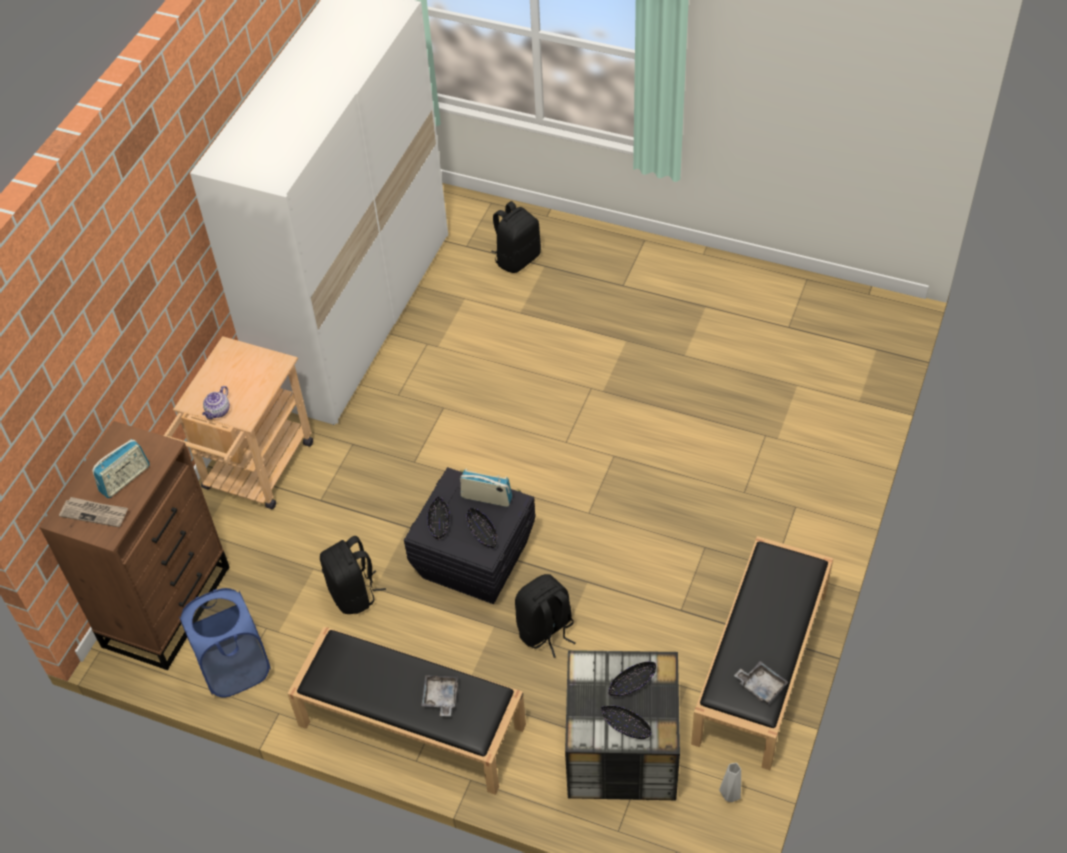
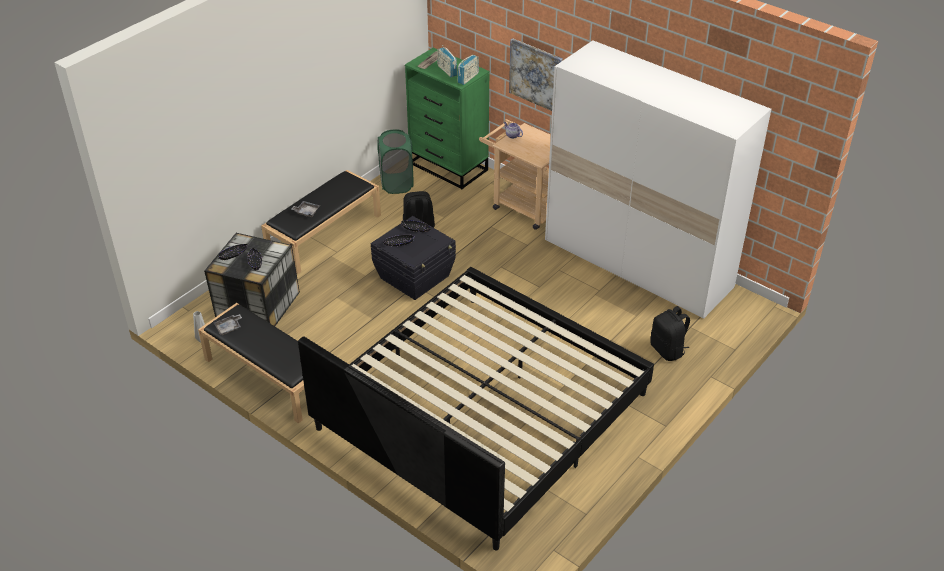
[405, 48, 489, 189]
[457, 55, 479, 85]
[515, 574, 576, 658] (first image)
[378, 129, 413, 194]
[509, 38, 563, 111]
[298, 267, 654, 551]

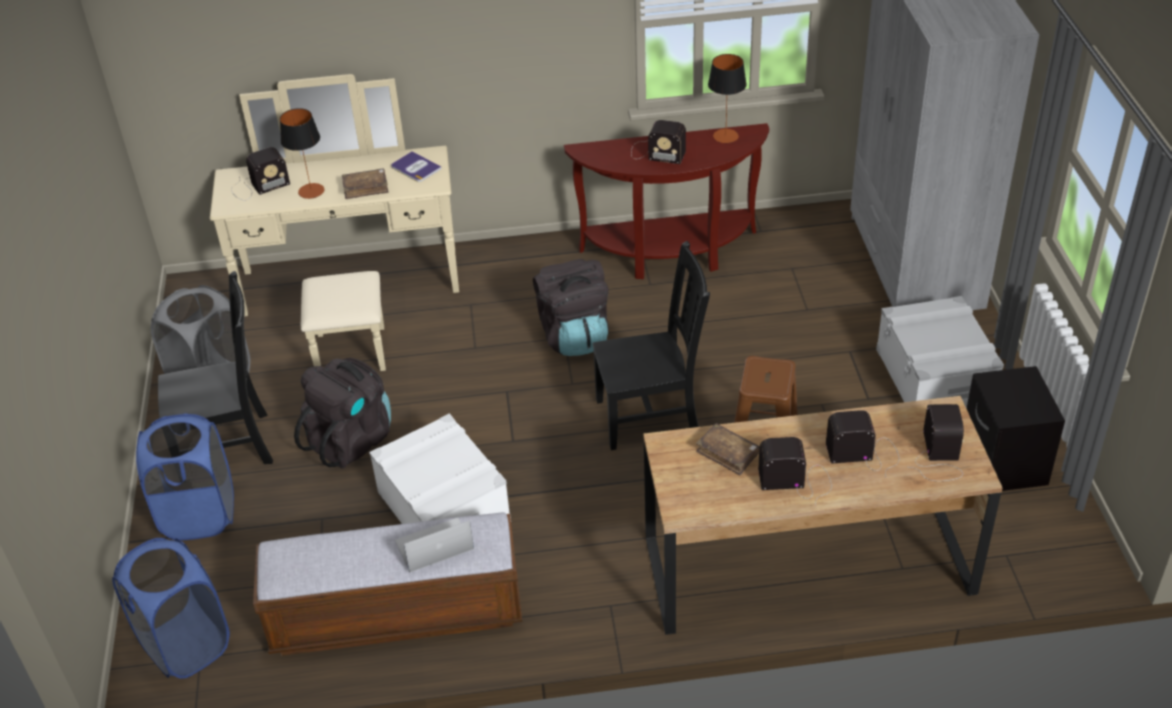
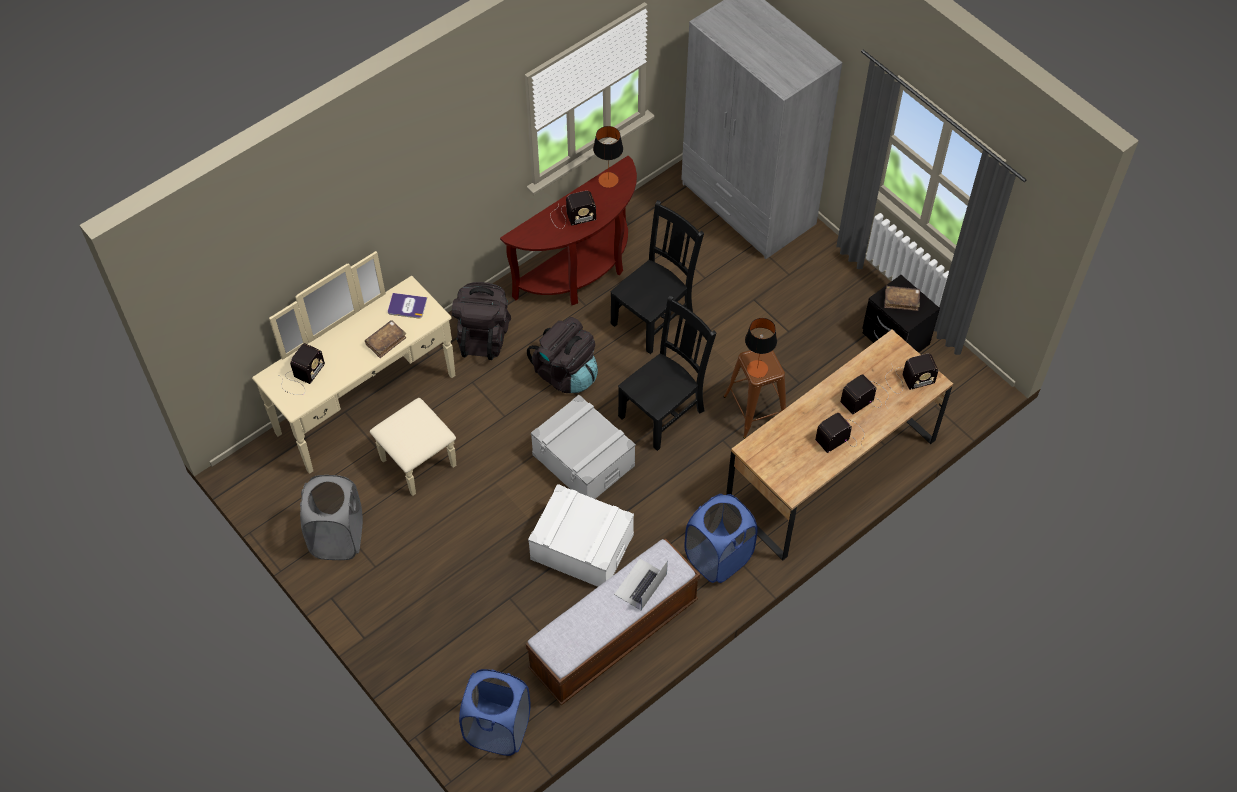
[745, 318, 777, 378]
[610, 200, 704, 354]
[531, 395, 636, 499]
[452, 282, 511, 360]
[885, 354, 939, 394]
[684, 494, 758, 583]
[884, 286, 920, 311]

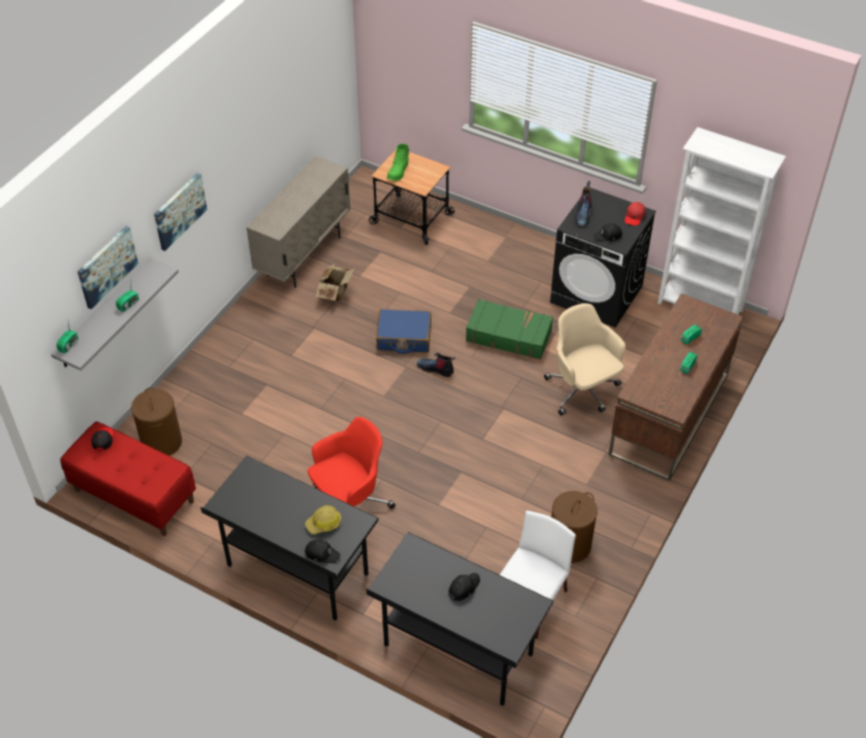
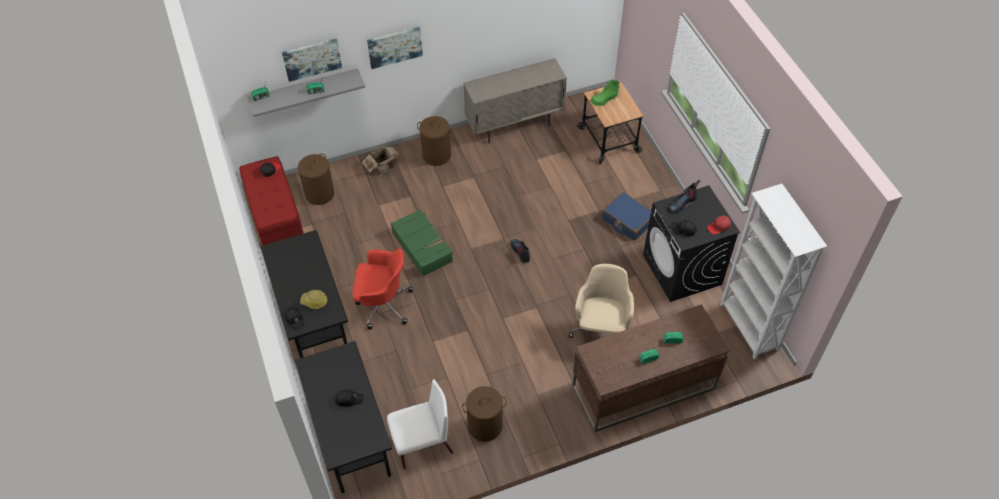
[362, 147, 401, 175]
[391, 209, 453, 277]
[602, 192, 651, 241]
[417, 116, 452, 166]

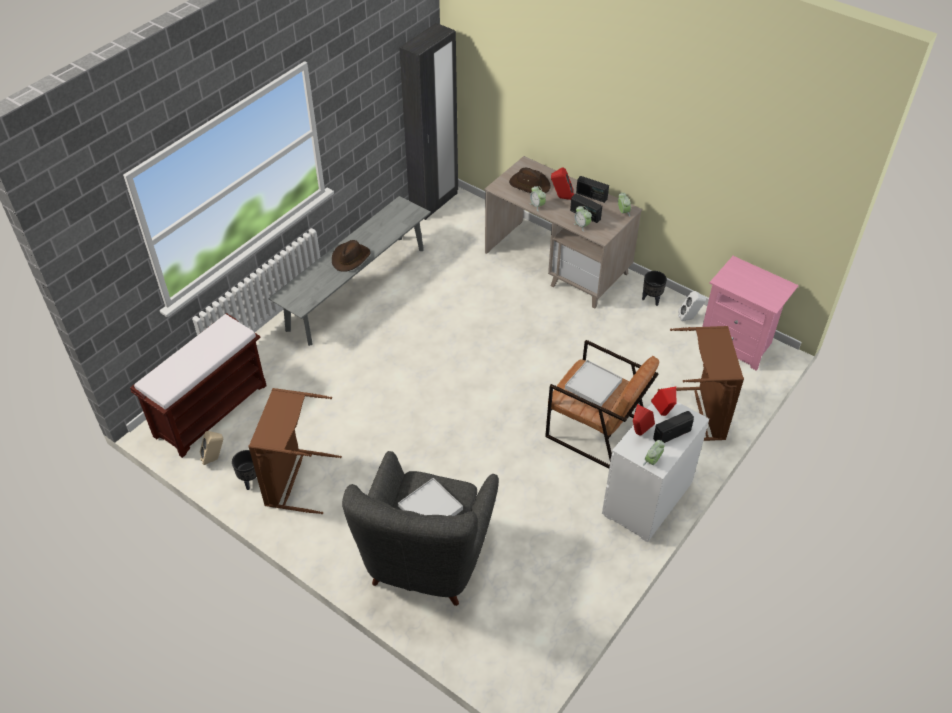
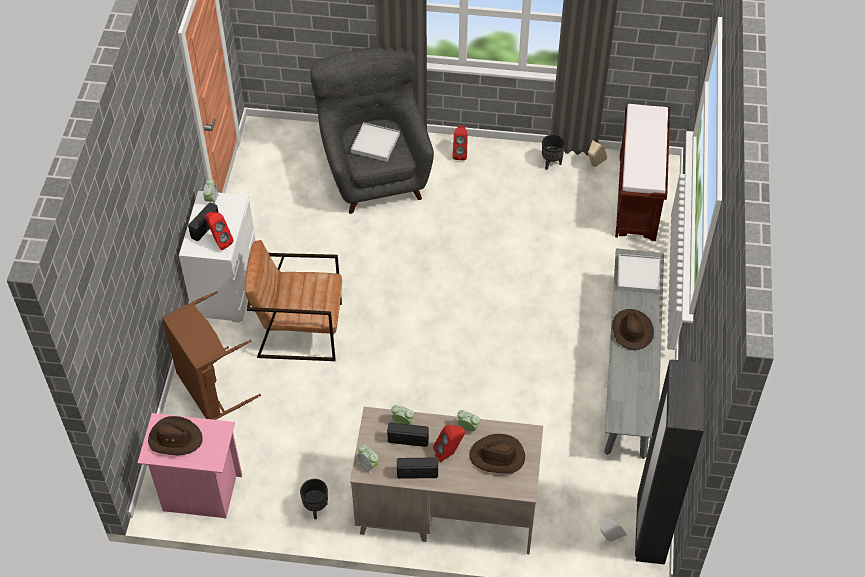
[600, 514, 627, 542]
[617, 254, 660, 294]
[249, 388, 342, 514] (first image)
[452, 125, 468, 160]
[148, 416, 203, 455]

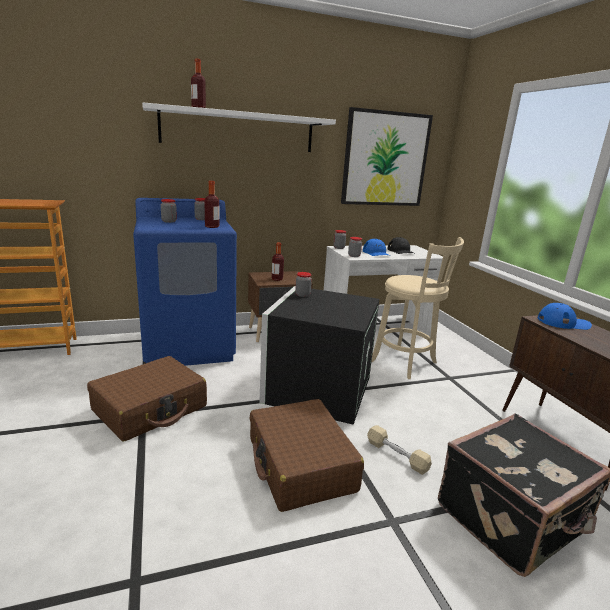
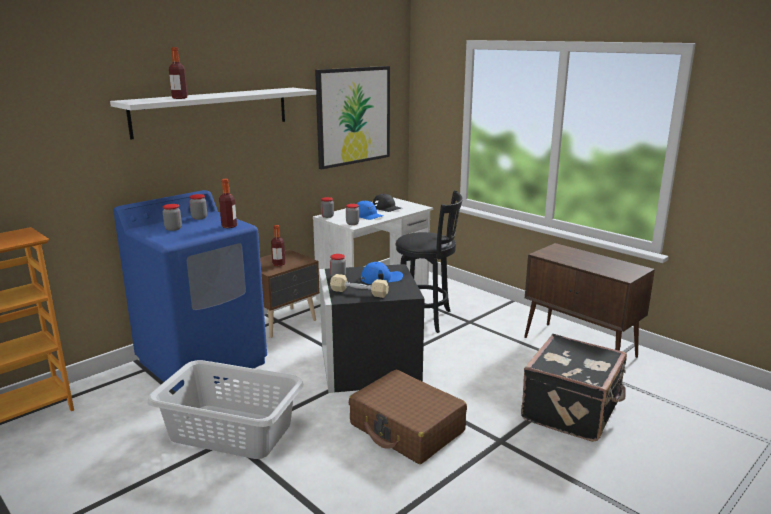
[396, 190, 463, 333]
[361, 262, 403, 284]
[148, 360, 304, 459]
[330, 274, 389, 298]

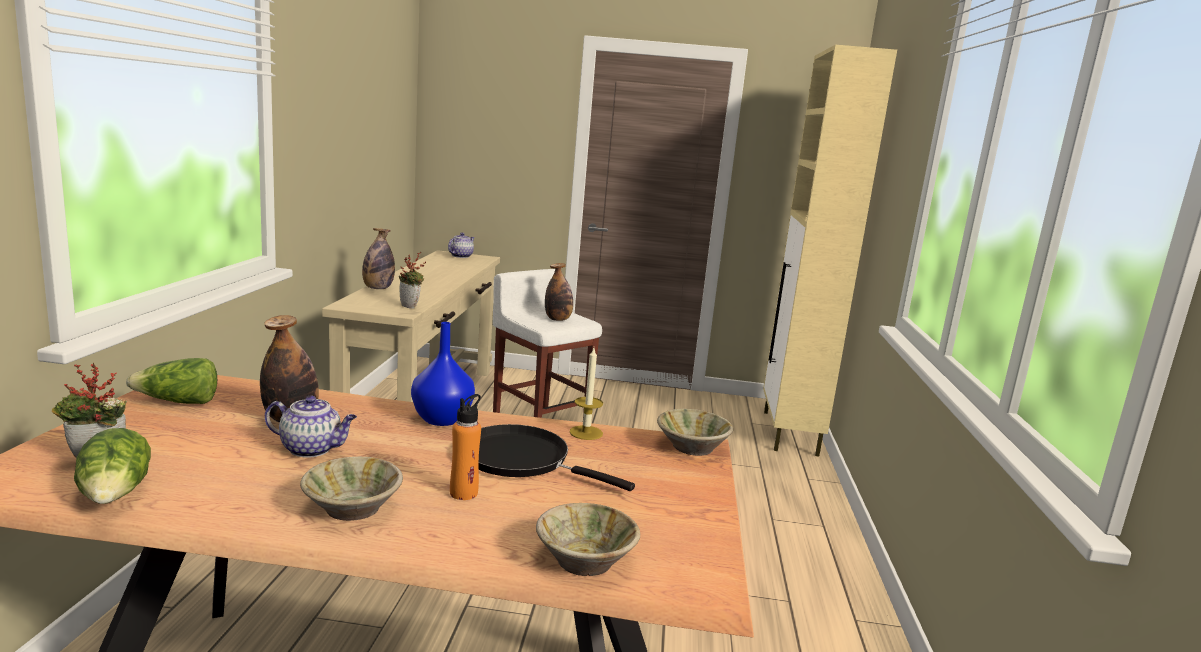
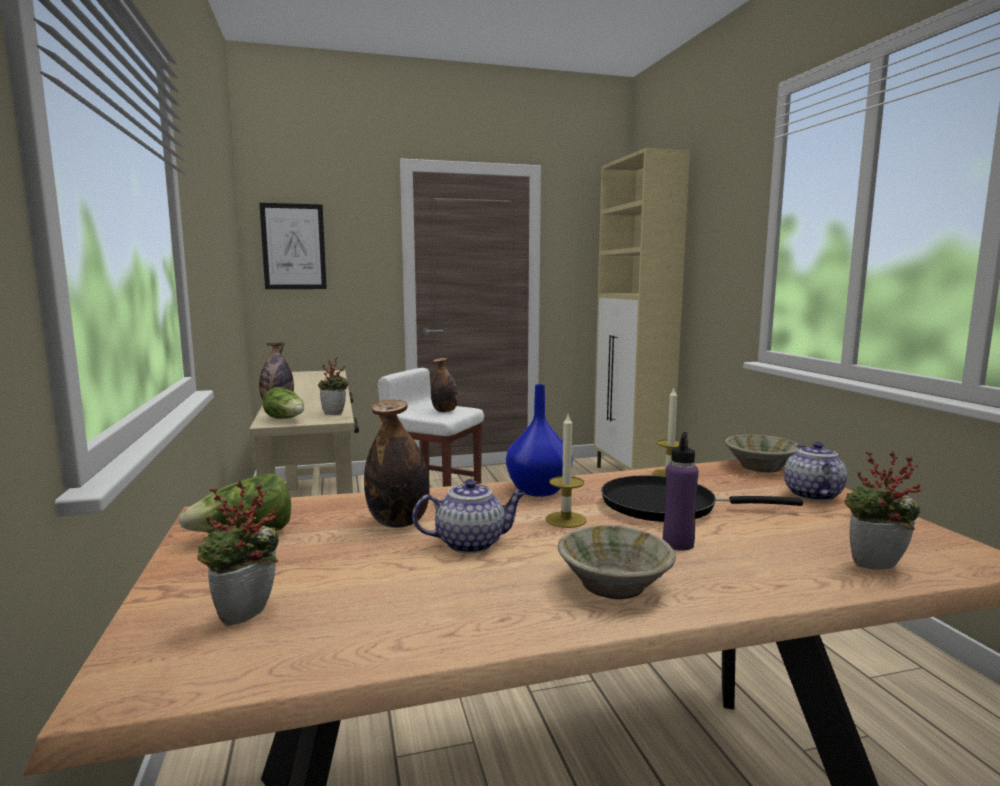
[784, 442, 847, 501]
[663, 432, 699, 551]
[263, 387, 304, 419]
[844, 451, 921, 569]
[259, 203, 327, 289]
[546, 414, 586, 528]

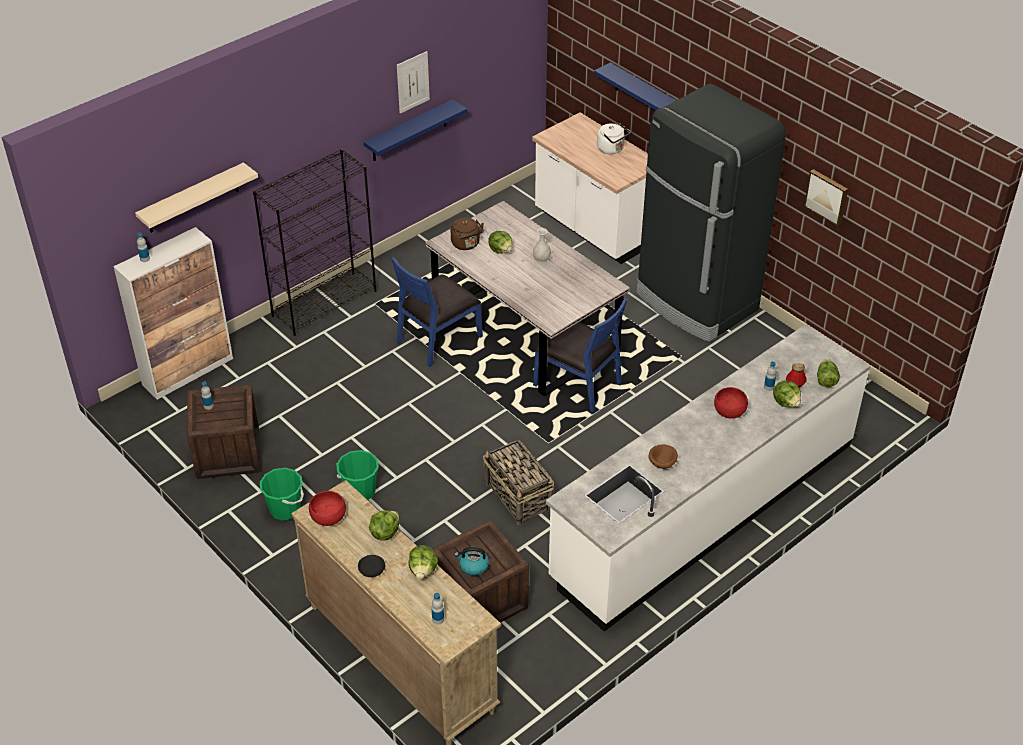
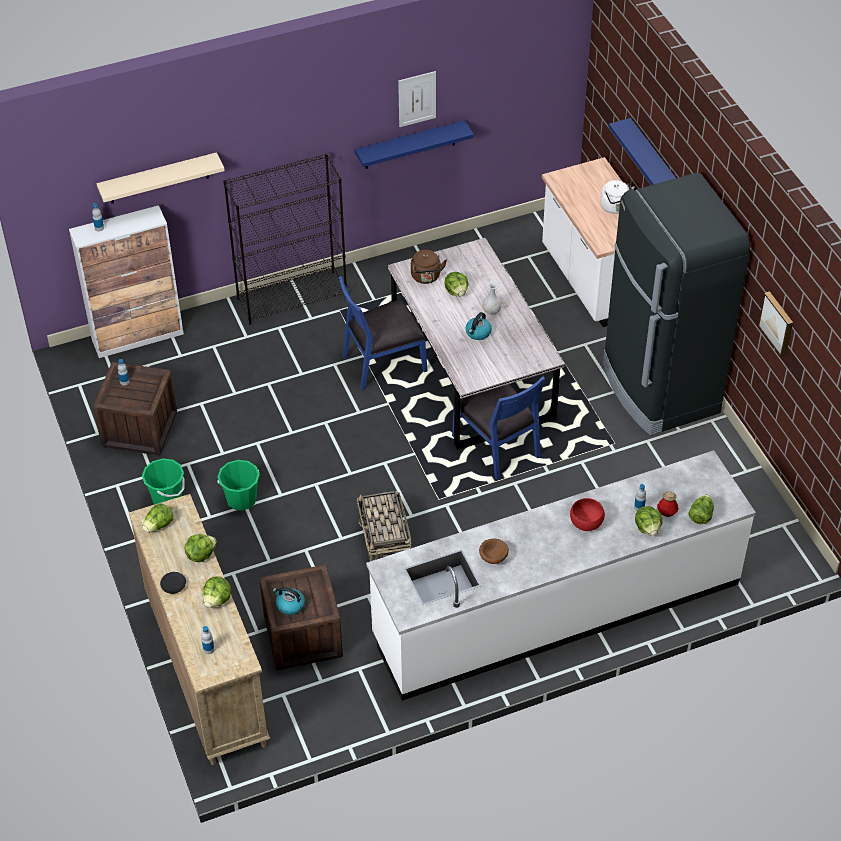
[142, 503, 174, 533]
[466, 312, 492, 340]

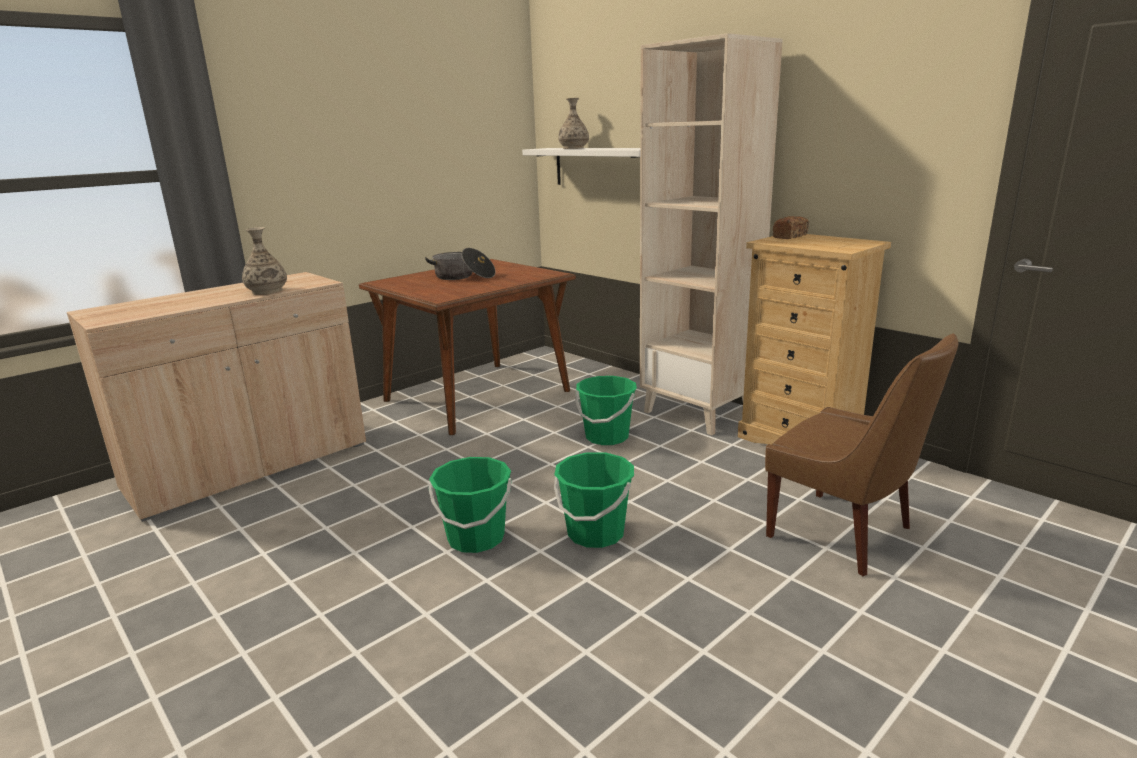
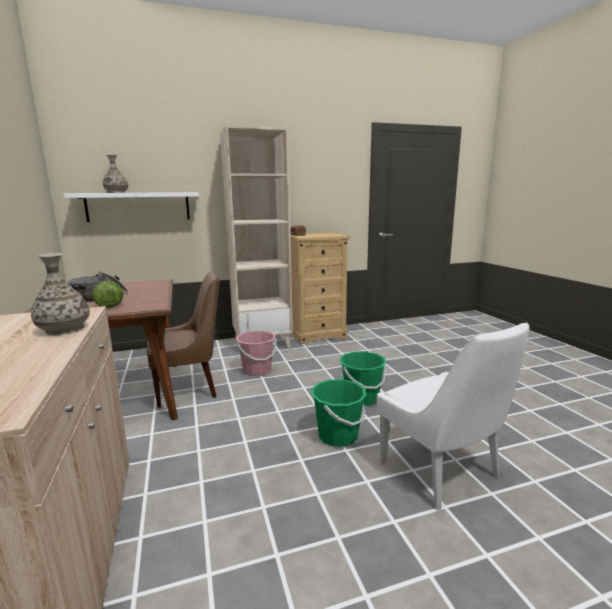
[147, 272, 220, 408]
[236, 331, 277, 376]
[92, 281, 123, 308]
[377, 323, 529, 510]

